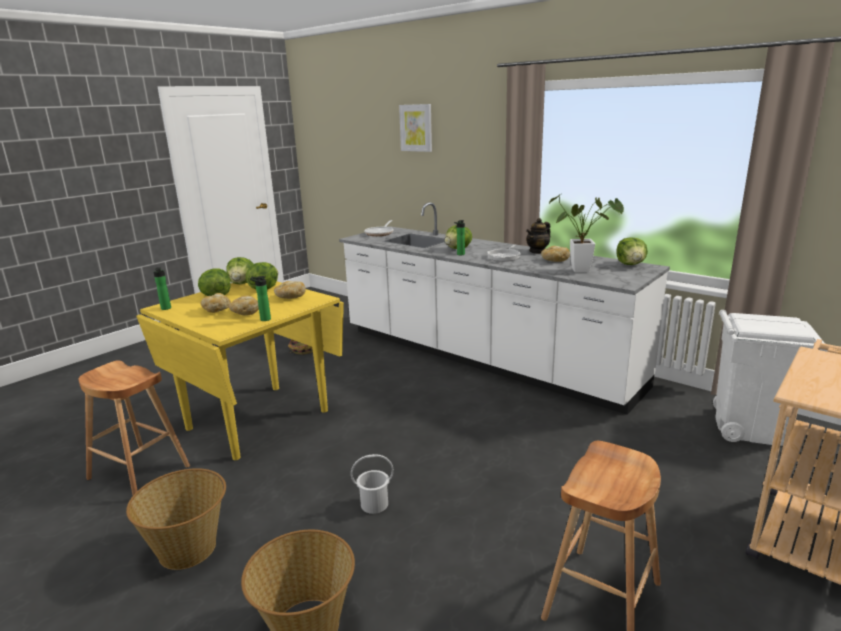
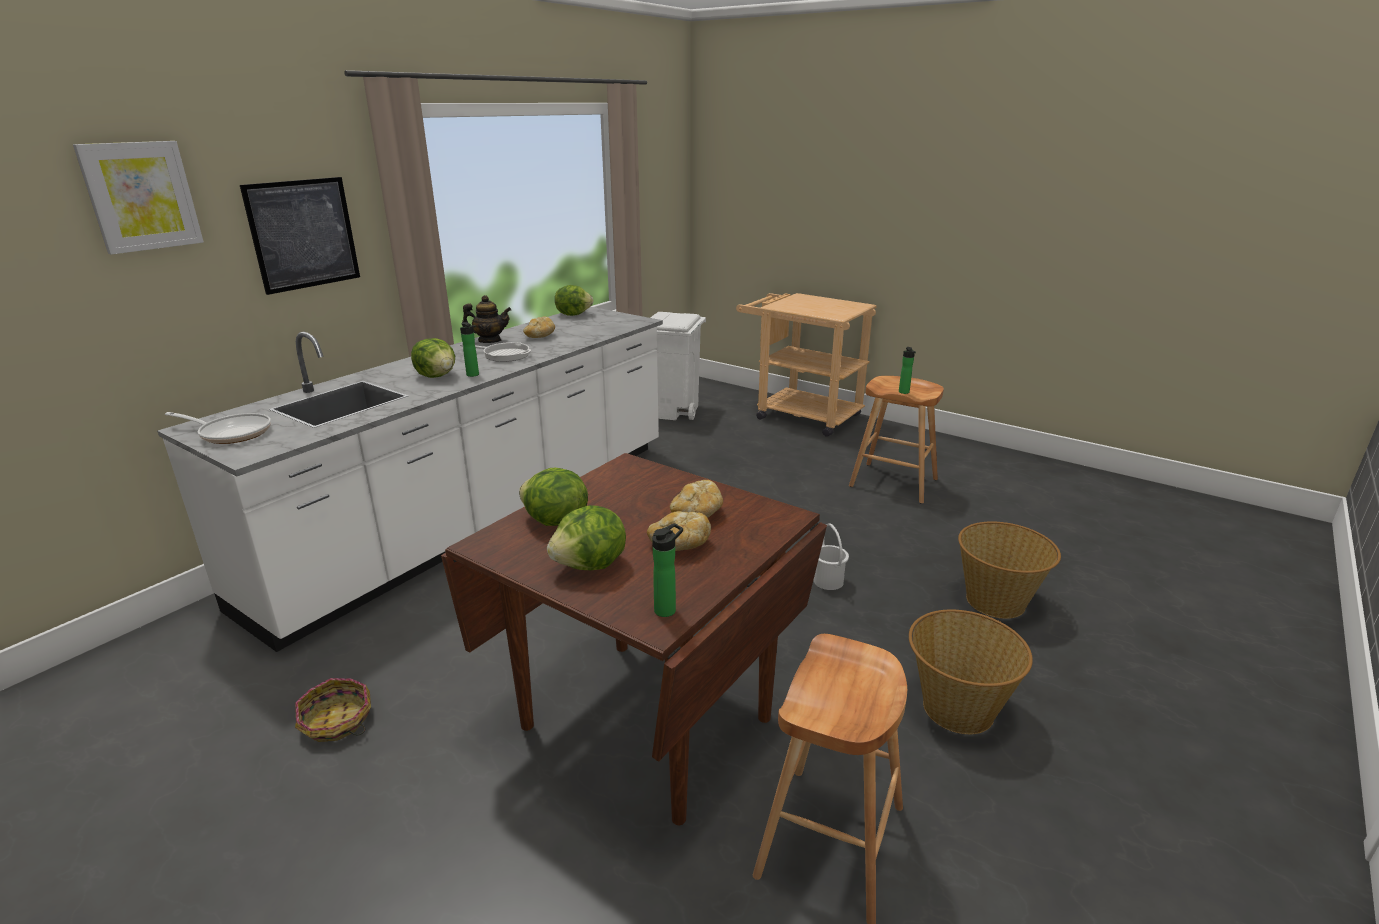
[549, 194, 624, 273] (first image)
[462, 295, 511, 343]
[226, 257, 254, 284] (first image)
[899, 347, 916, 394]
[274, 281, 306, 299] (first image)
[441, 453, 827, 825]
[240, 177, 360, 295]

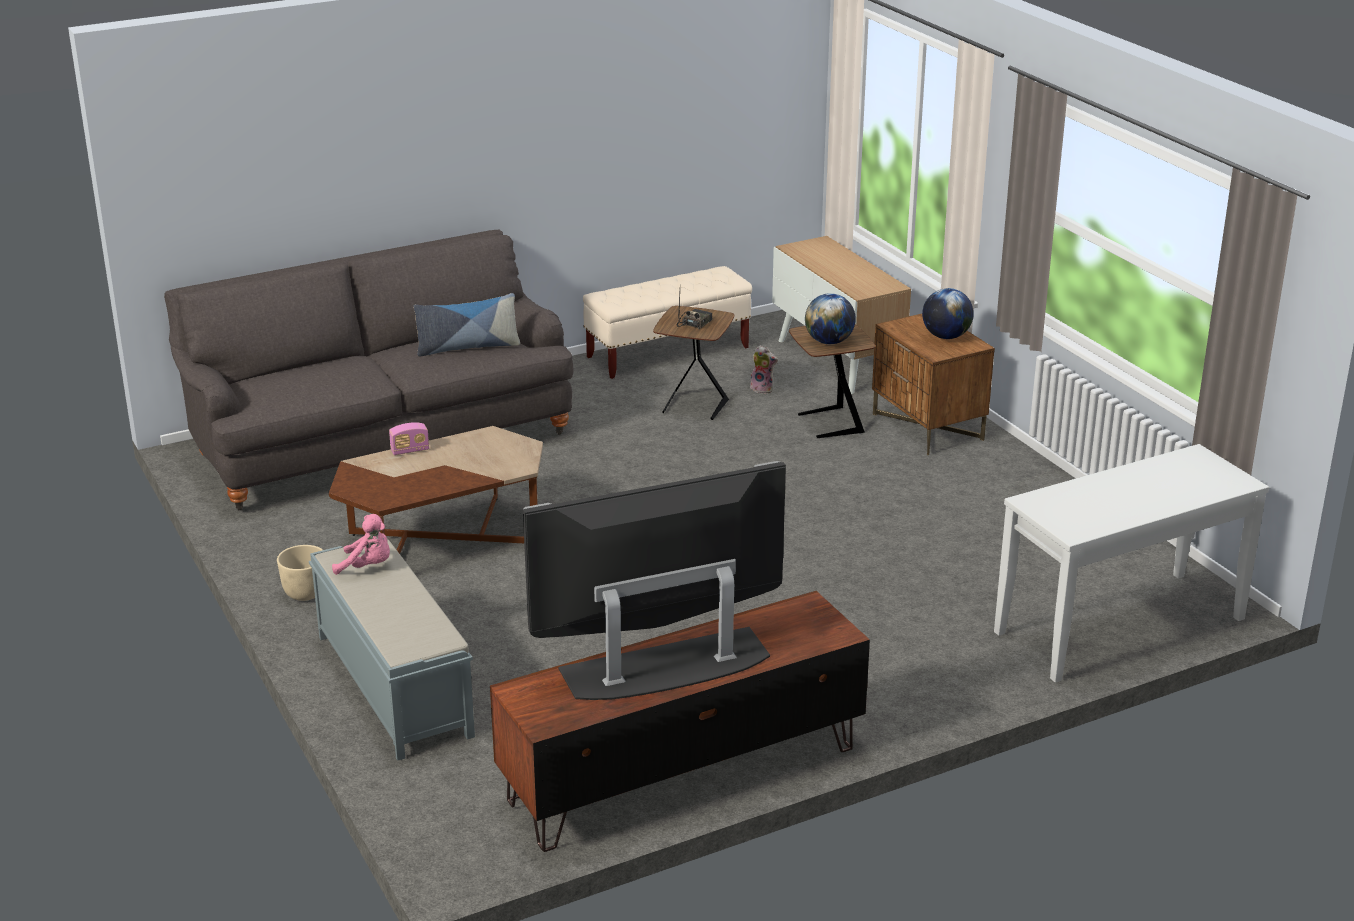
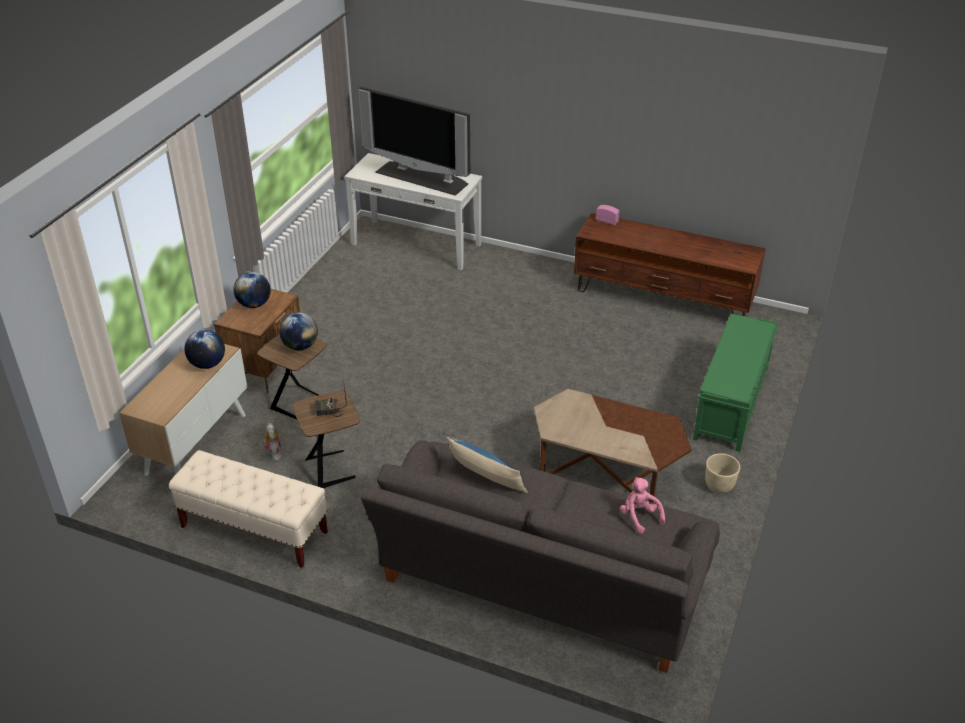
[596, 205, 619, 225]
[359, 87, 470, 196]
[620, 477, 665, 534]
[693, 314, 778, 452]
[184, 329, 225, 369]

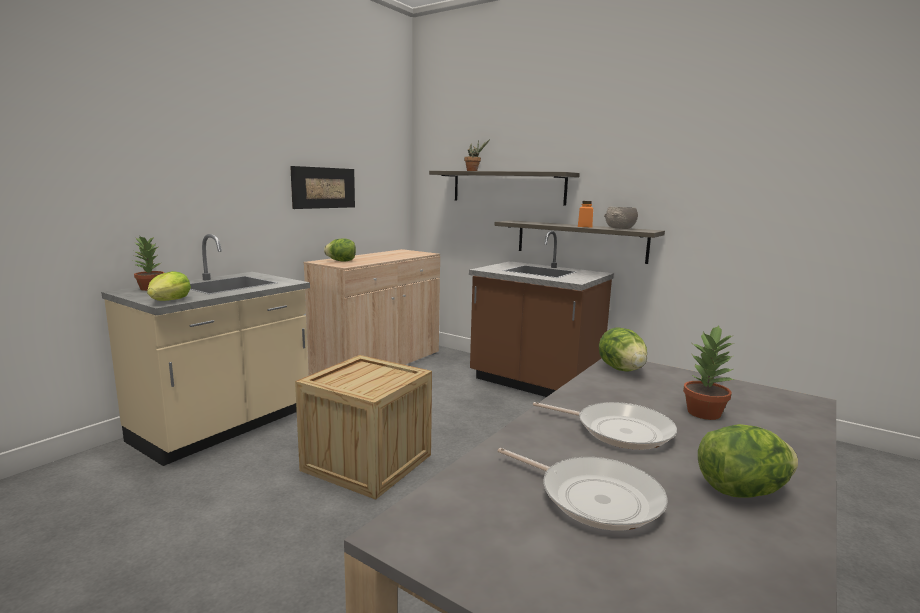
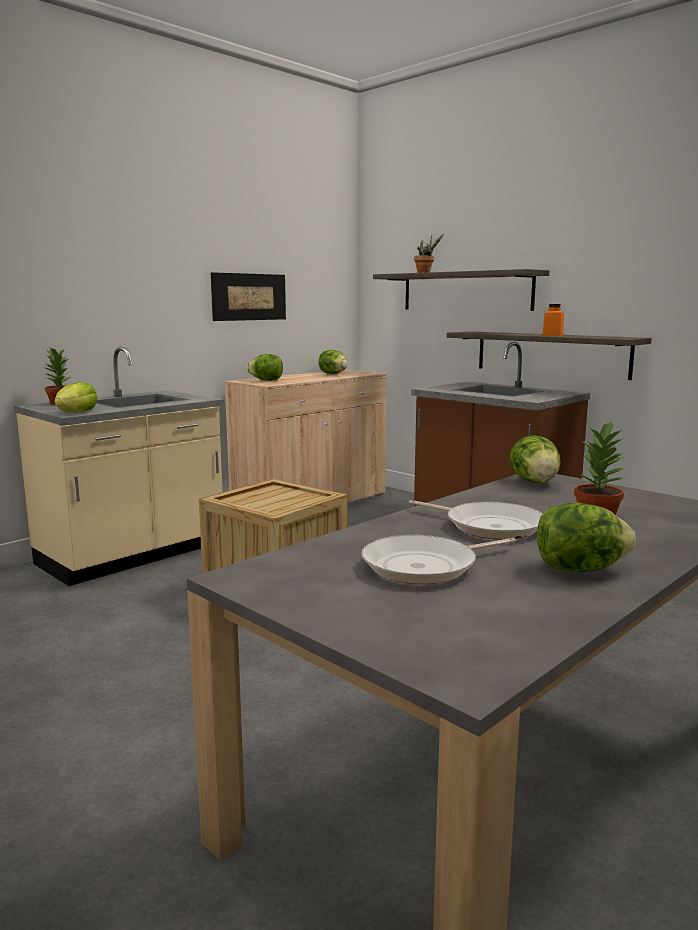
[604, 206, 638, 229] (first image)
[362, 535, 516, 584]
[318, 350, 348, 374]

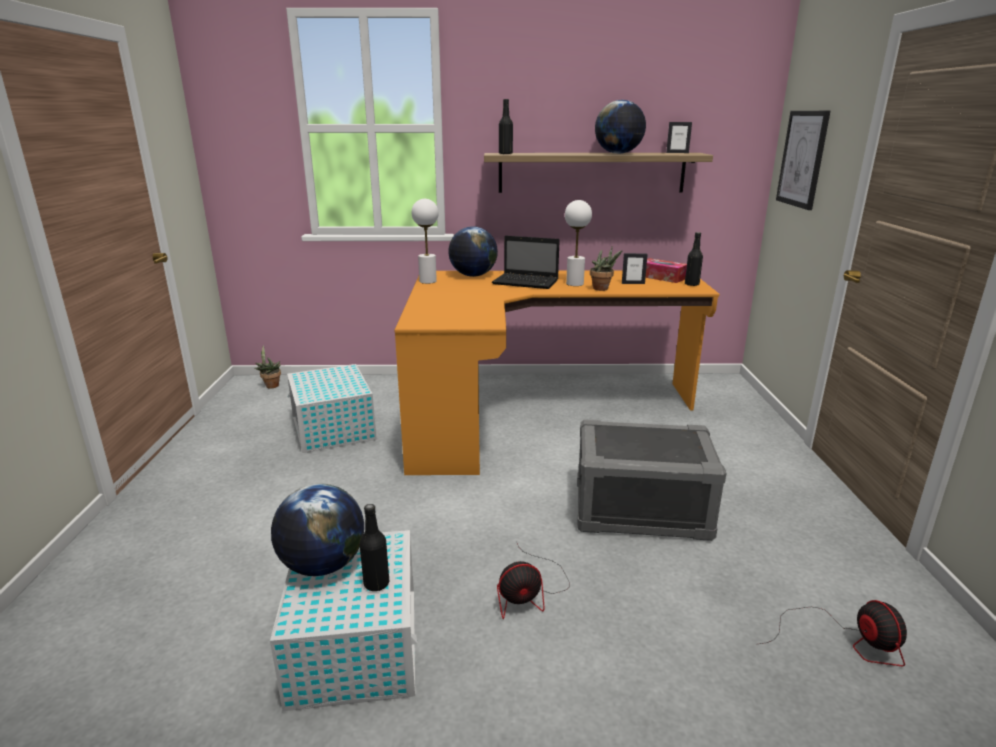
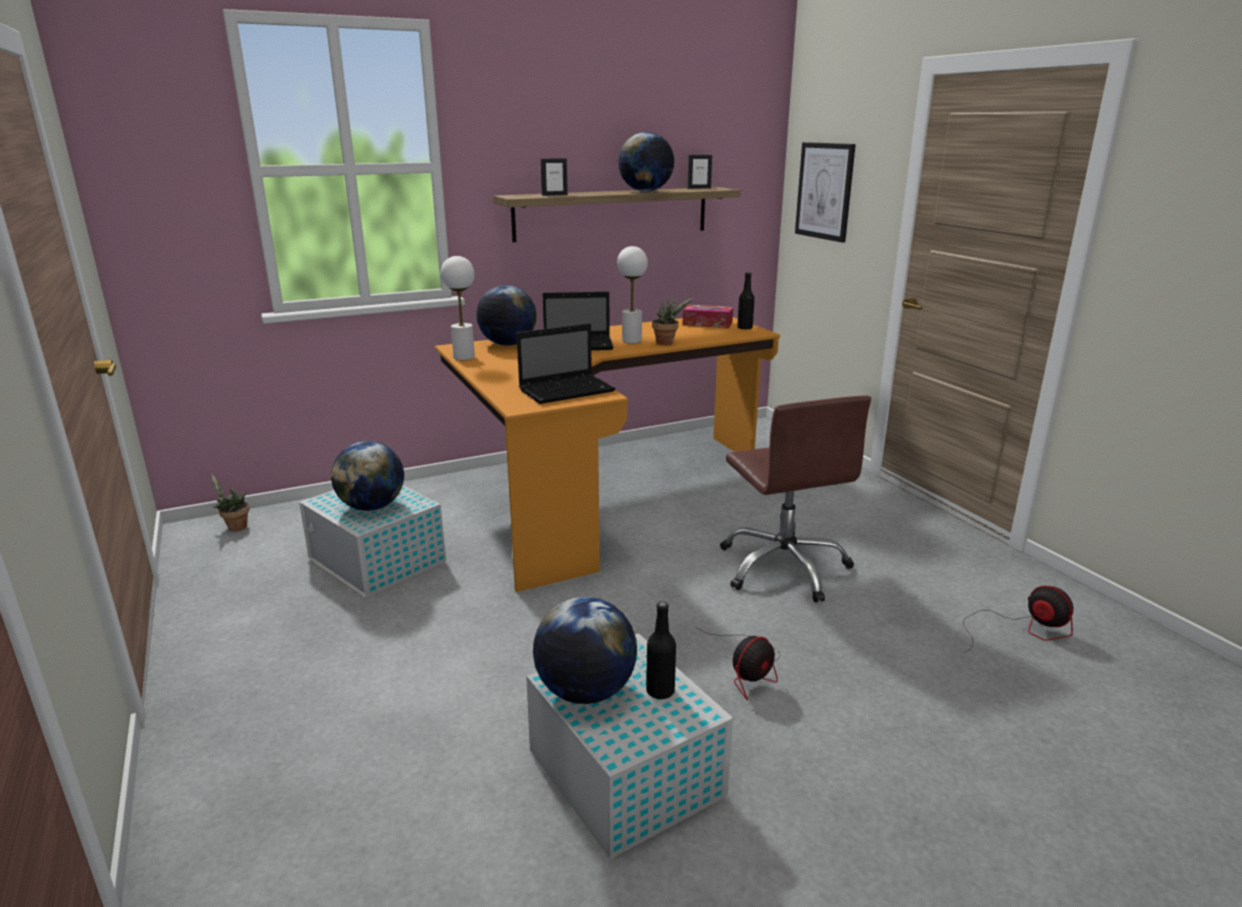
[499, 99, 513, 154] (first image)
[541, 158, 568, 196]
[720, 395, 871, 603]
[517, 323, 615, 404]
[331, 441, 404, 511]

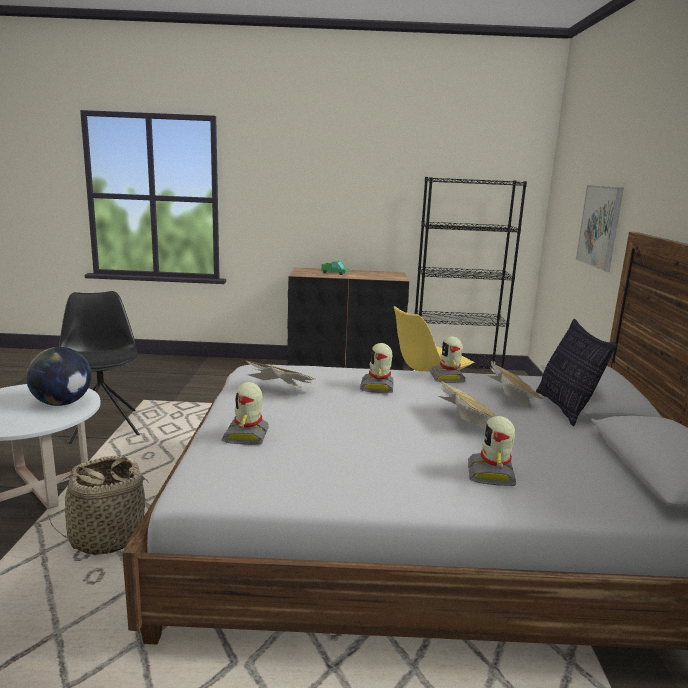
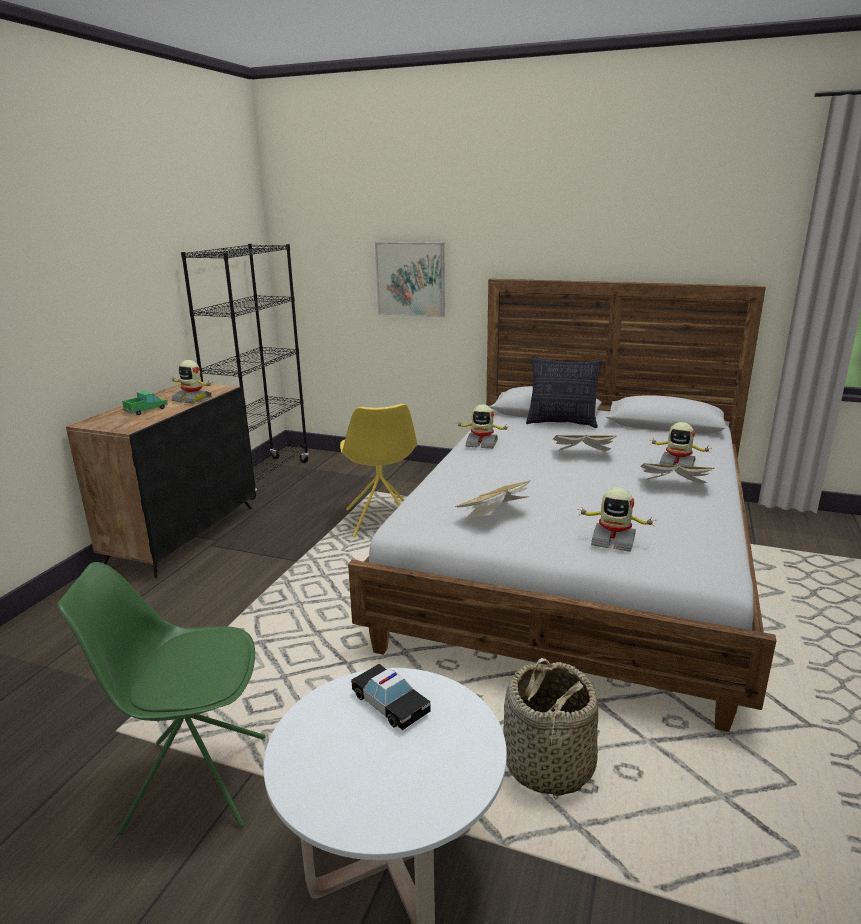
[57, 562, 265, 835]
[171, 360, 212, 404]
[351, 664, 431, 730]
[640, 463, 715, 484]

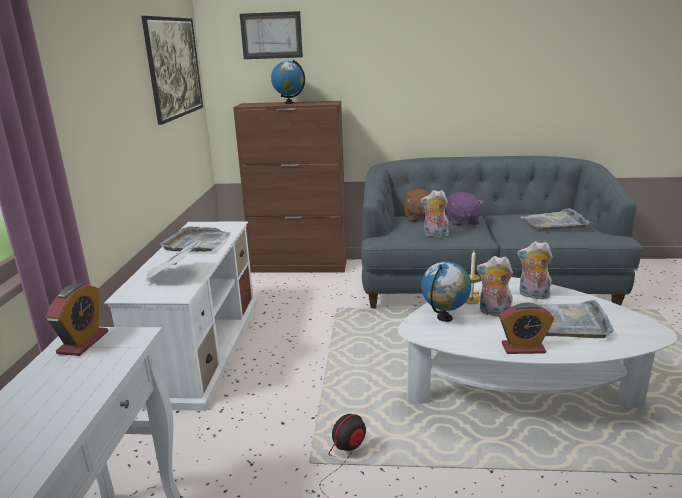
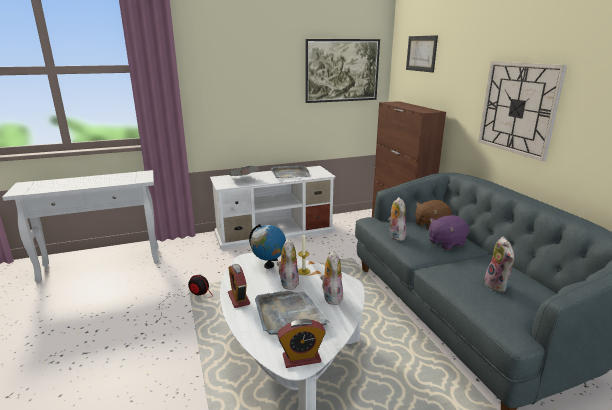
[271, 59, 305, 104] (first image)
[485, 237, 515, 292]
[277, 319, 326, 368]
[478, 62, 567, 161]

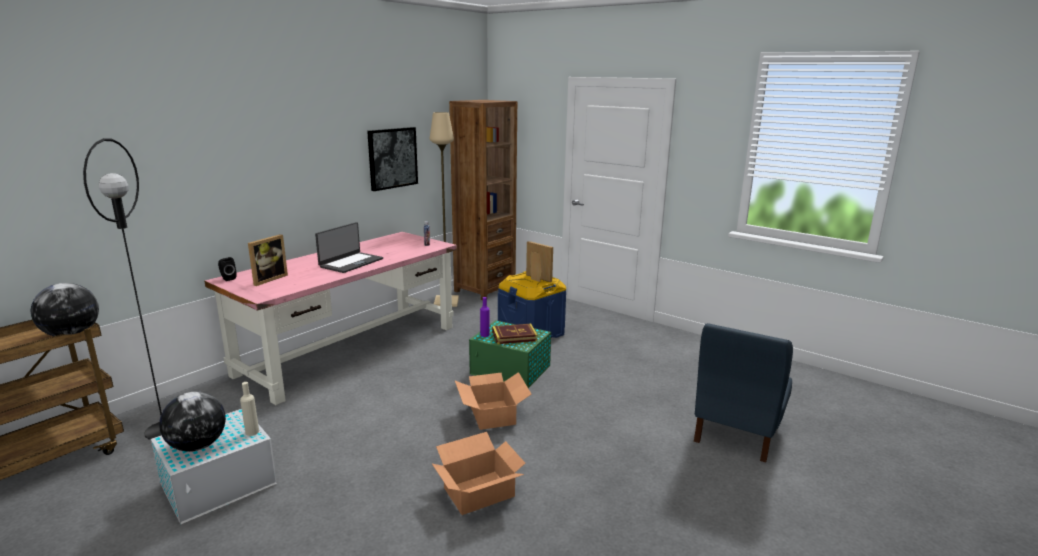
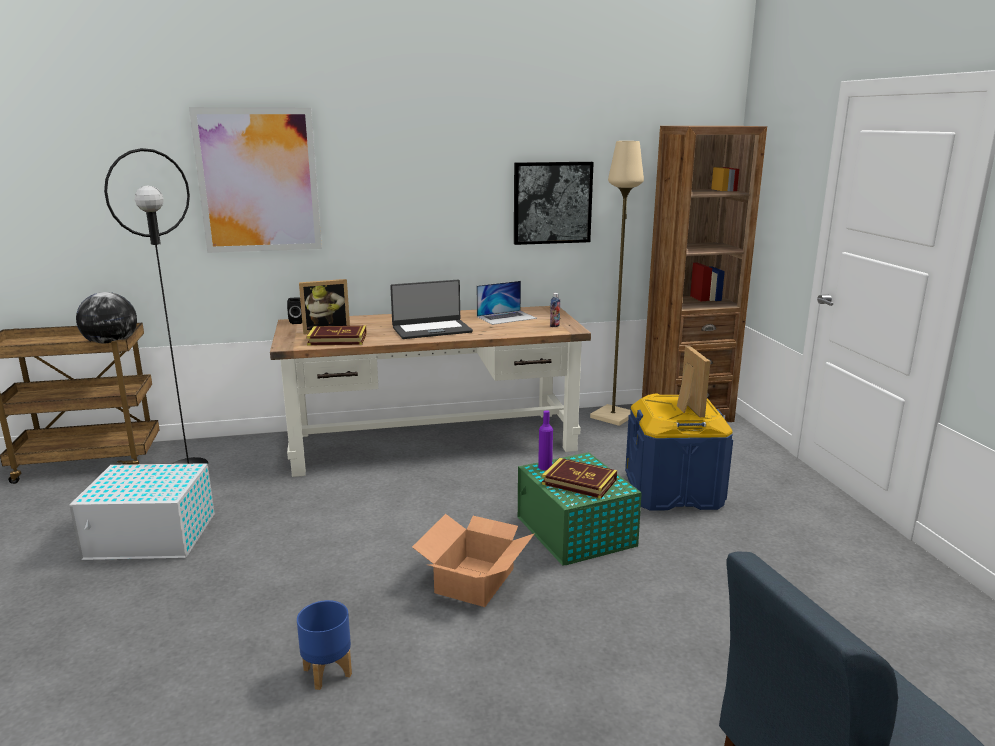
[270, 306, 591, 477]
[240, 382, 259, 436] (first image)
[159, 392, 226, 452] (first image)
[297, 600, 352, 690]
[189, 107, 322, 253]
[477, 281, 537, 325]
[306, 326, 367, 346]

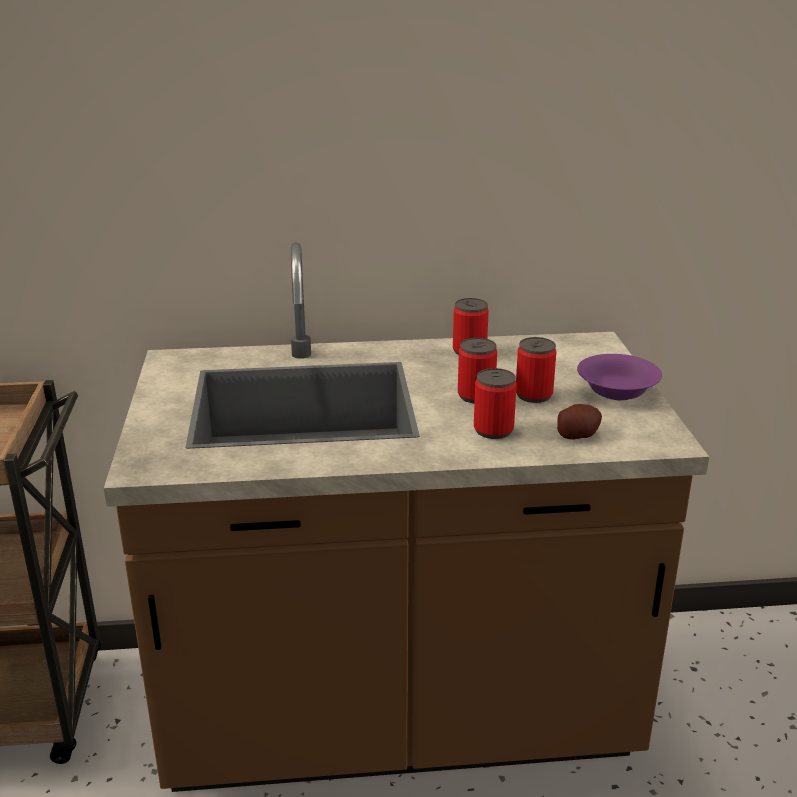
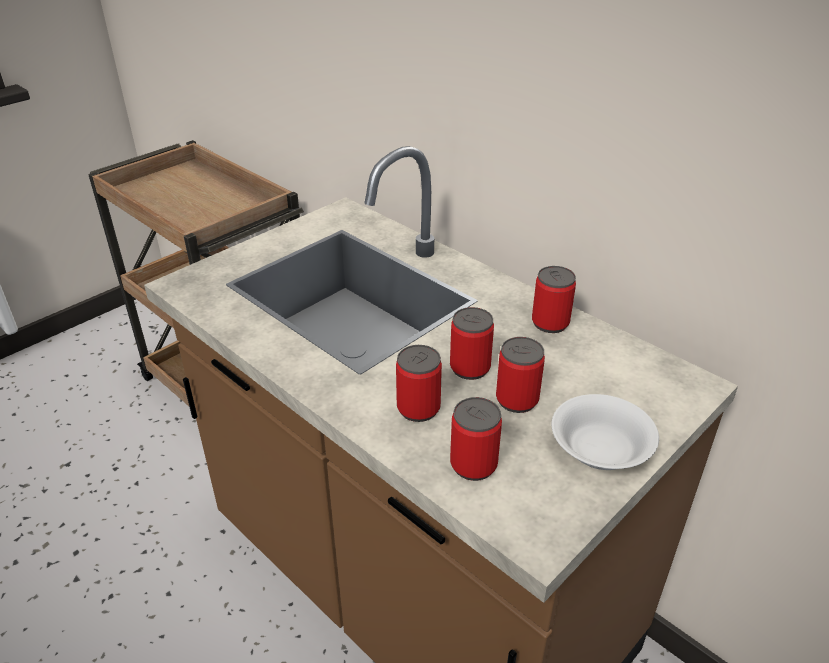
[552, 394, 659, 470]
[450, 397, 502, 481]

